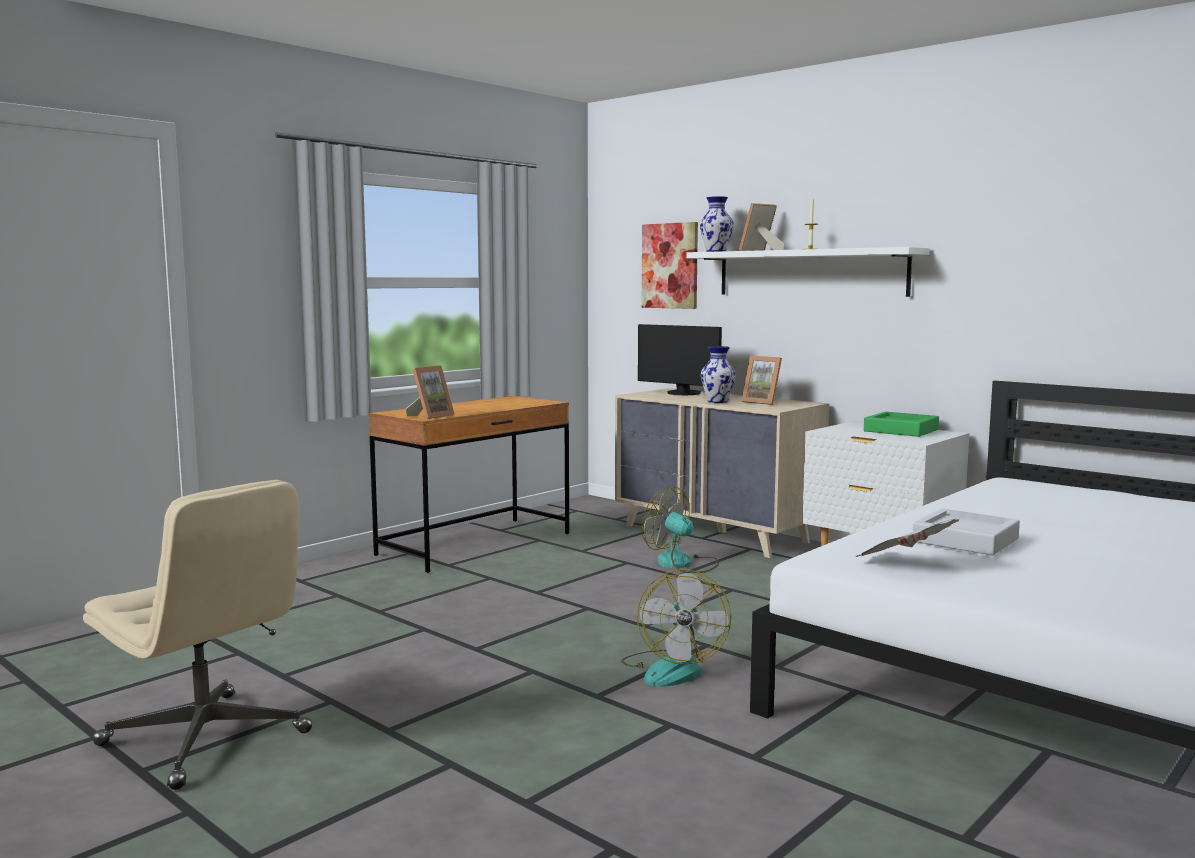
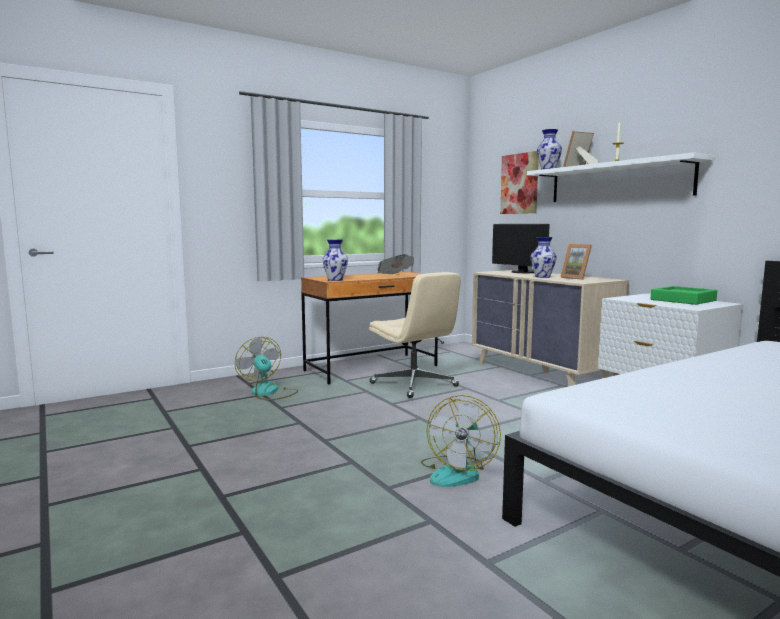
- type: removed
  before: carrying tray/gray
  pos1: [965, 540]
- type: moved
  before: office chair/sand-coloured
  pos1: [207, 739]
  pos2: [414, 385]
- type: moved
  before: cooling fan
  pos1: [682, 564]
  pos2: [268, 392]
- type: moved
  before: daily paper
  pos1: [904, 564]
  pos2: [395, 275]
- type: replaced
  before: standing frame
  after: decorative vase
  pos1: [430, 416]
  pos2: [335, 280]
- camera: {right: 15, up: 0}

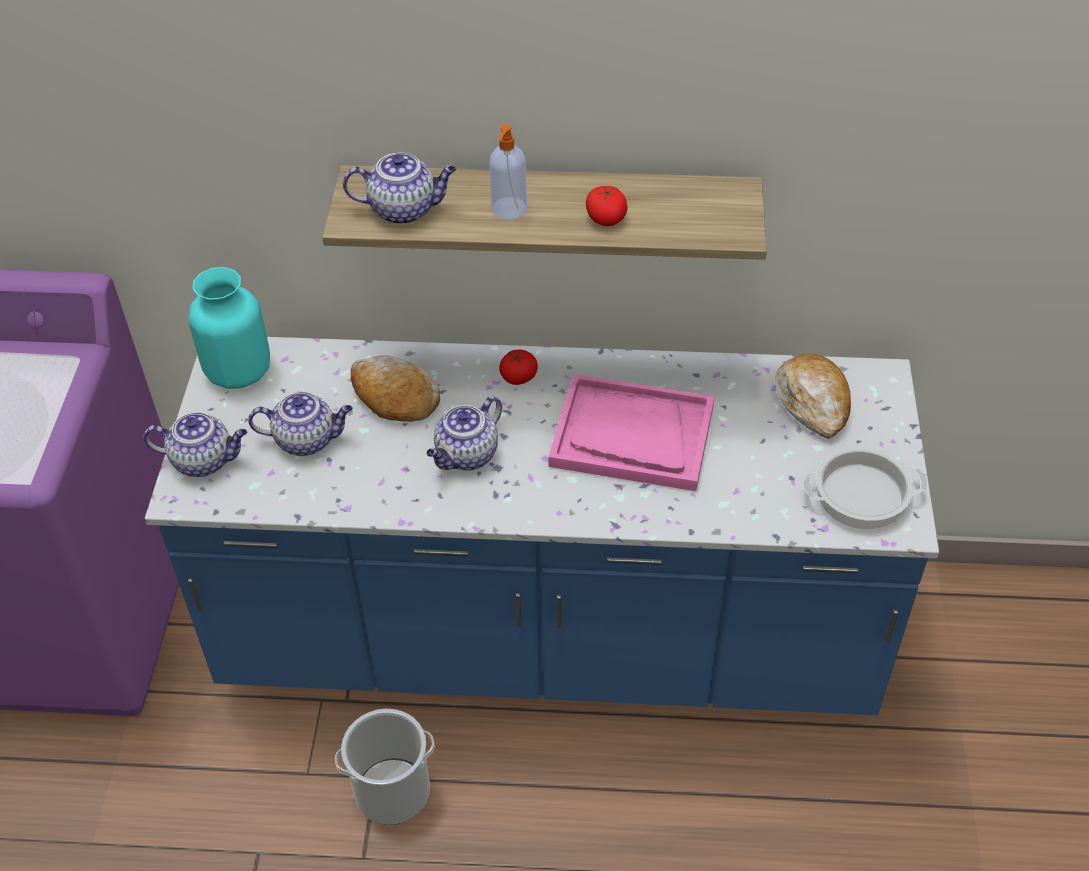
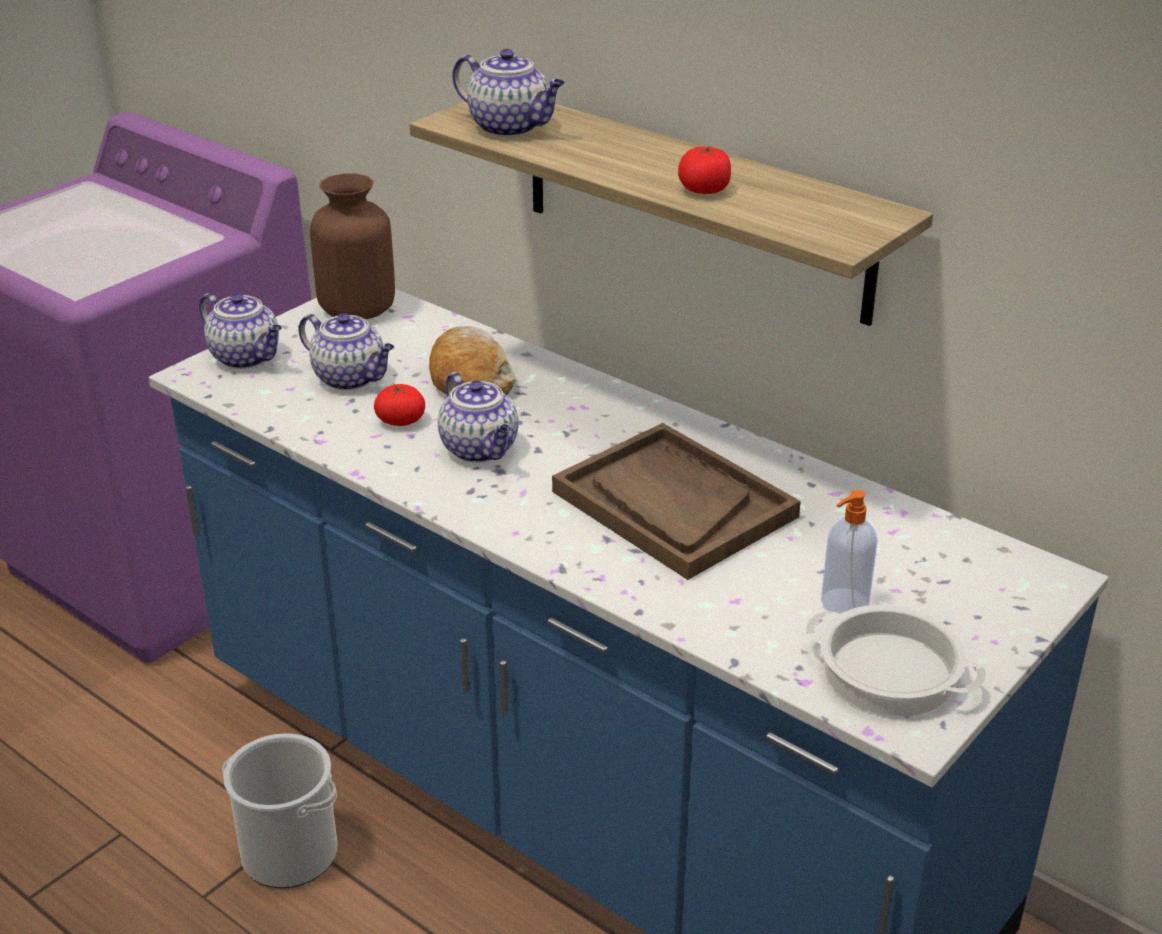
- type: removed
  before: bakery bread
  pos1: [813, 402]
- type: moved
  before: soap bottle
  pos1: [508, 209]
  pos2: [843, 604]
- type: moved
  before: fresh tomato
  pos1: [518, 377]
  pos2: [400, 420]
- type: recoloured
  before: decorative vase/turquoise
  after: decorative vase/brownish
  pos1: [238, 371]
  pos2: [357, 309]
- type: recoloured
  before: carrying tray/pinkish
  after: carrying tray/brownish
  pos1: [631, 436]
  pos2: [673, 504]
- type: turned
  before: tea pot
  pos1: [466, 456]
  pos2: [481, 450]
  turn: -105
- camera: {right: 35, up: -15}

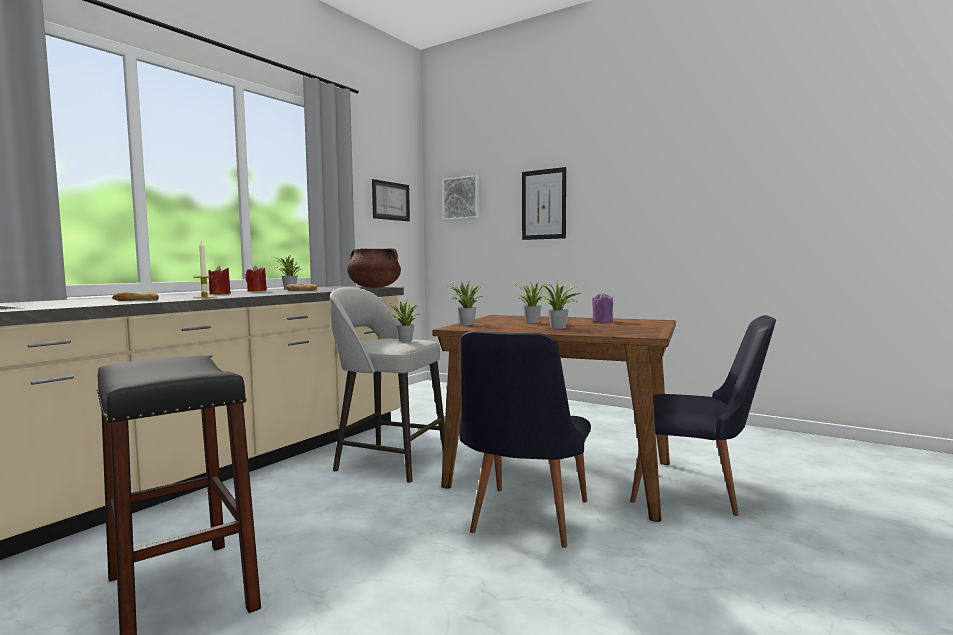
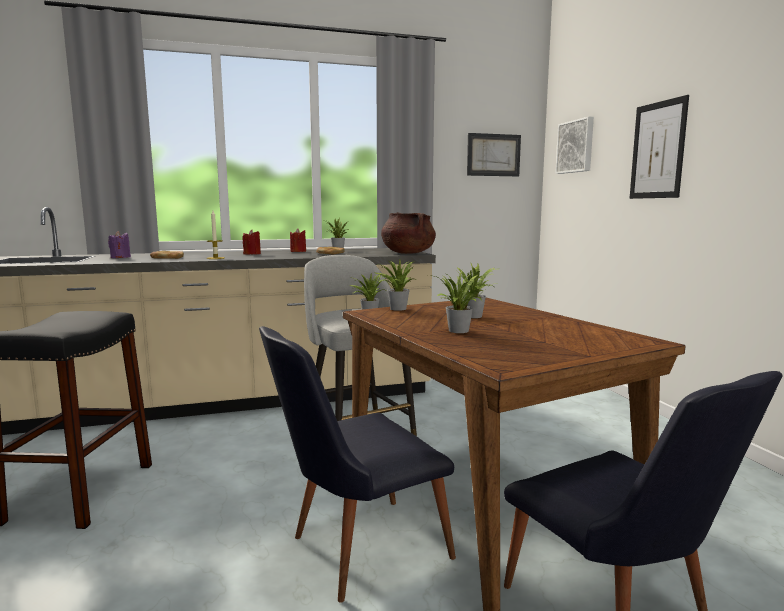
- type: moved
  before: wax light/purple-coloured
  pos1: [602, 321]
  pos2: [120, 257]
- camera: {right: 40, up: 5}

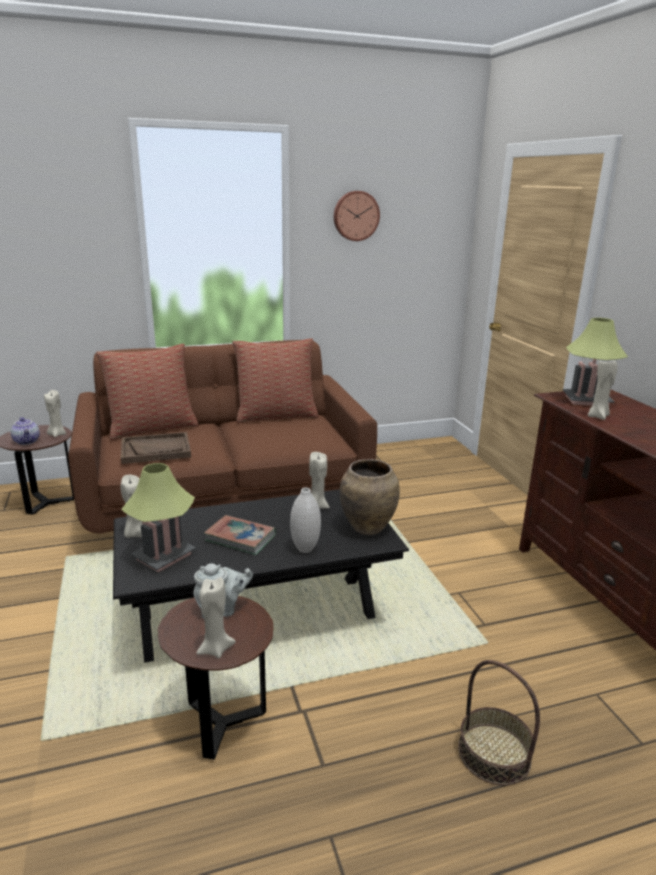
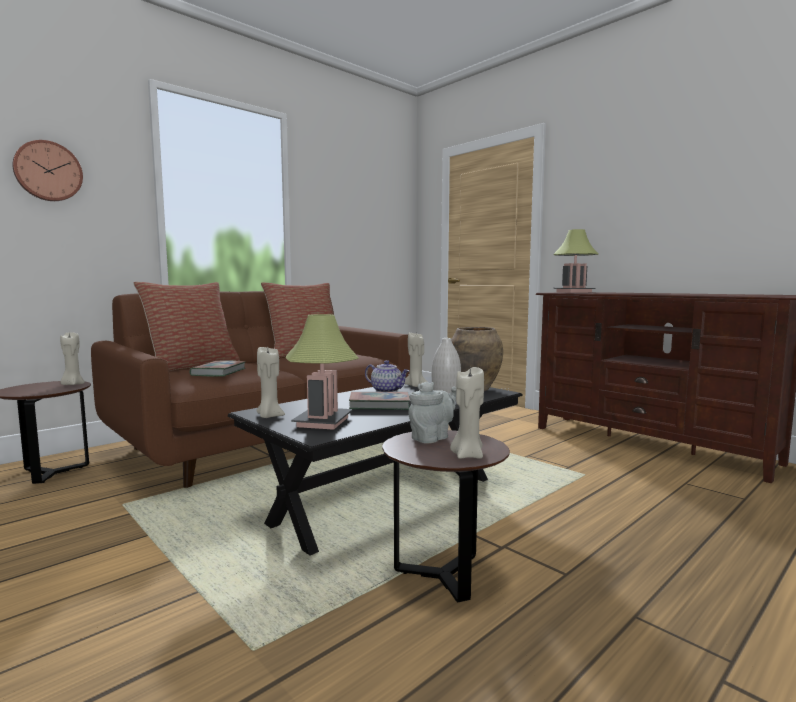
- type: removed
  before: household basket
  pos1: [493, 753]
- type: removed
  before: wax light/sand-coloured
  pos1: [598, 416]
- type: moved
  before: tea pot
  pos1: [27, 441]
  pos2: [387, 391]
- type: moved
  before: hanging clock
  pos1: [355, 216]
  pos2: [48, 171]
- type: replaced
  before: carrying tray/brownish
  after: book
  pos1: [156, 450]
  pos2: [219, 372]
- camera: {right: -25, up: -15}

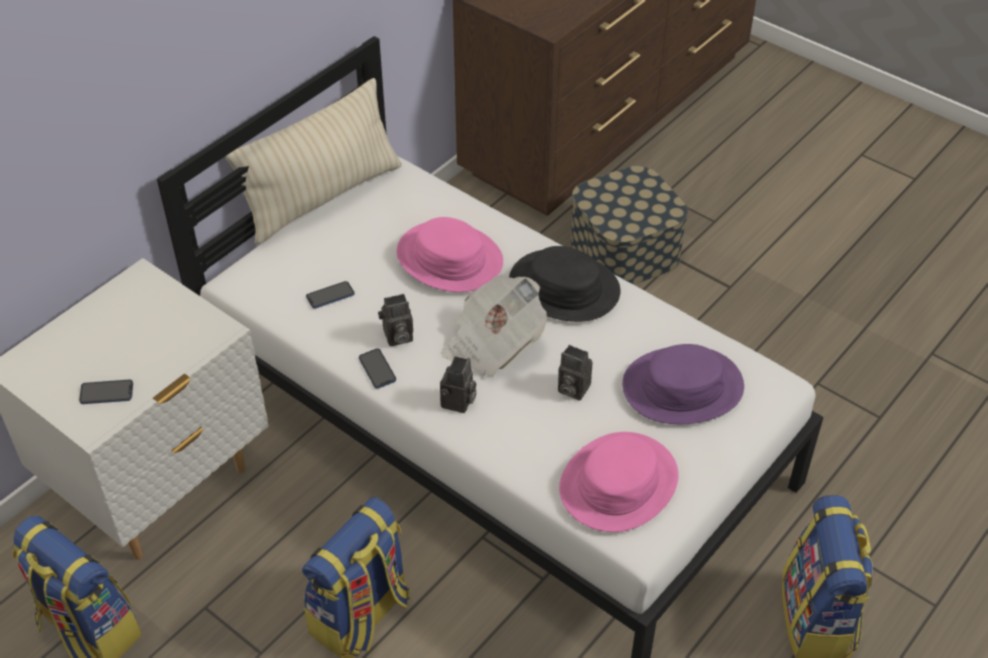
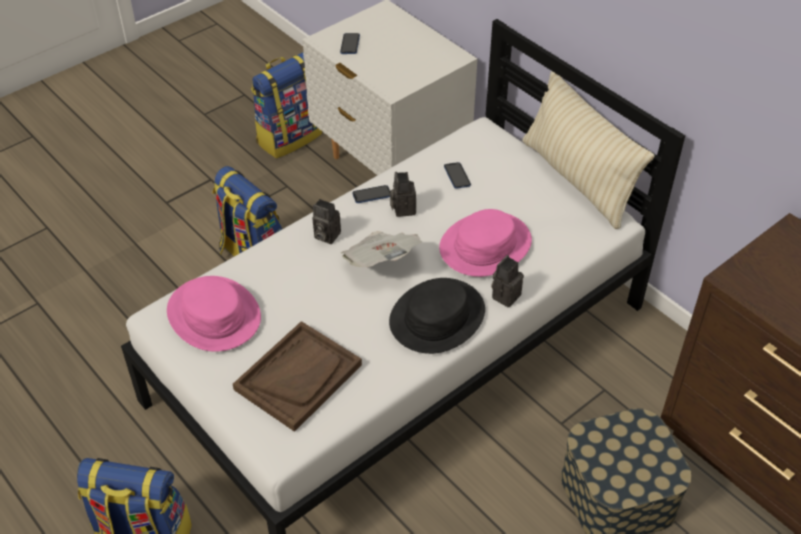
- type: moved
  before: still camera
  pos1: [571, 389]
  pos2: [505, 295]
- type: replaced
  before: wearable hat/purple-coloured
  after: carrying tray/brownish
  pos1: [682, 387]
  pos2: [298, 377]
- camera: {right: 100, up: 0}

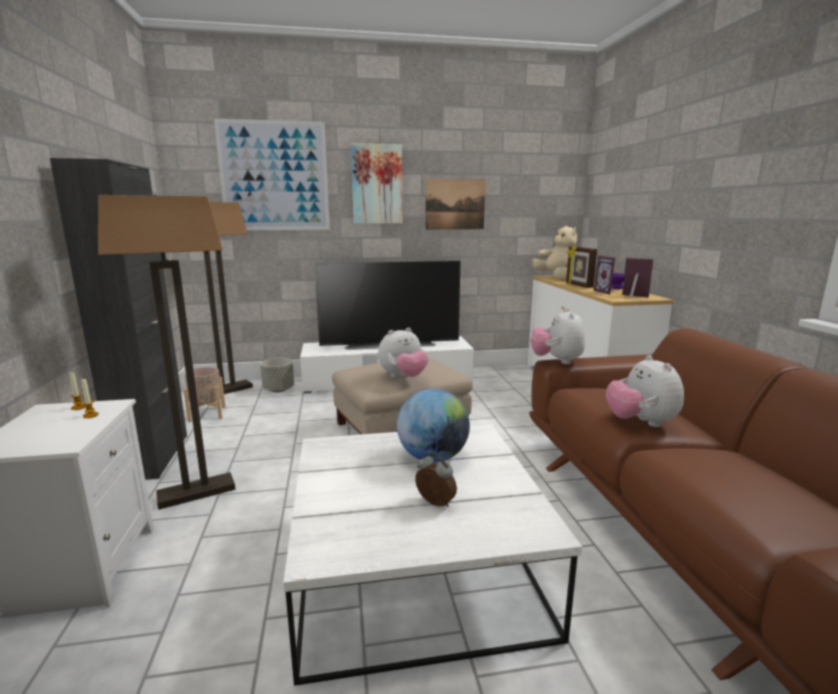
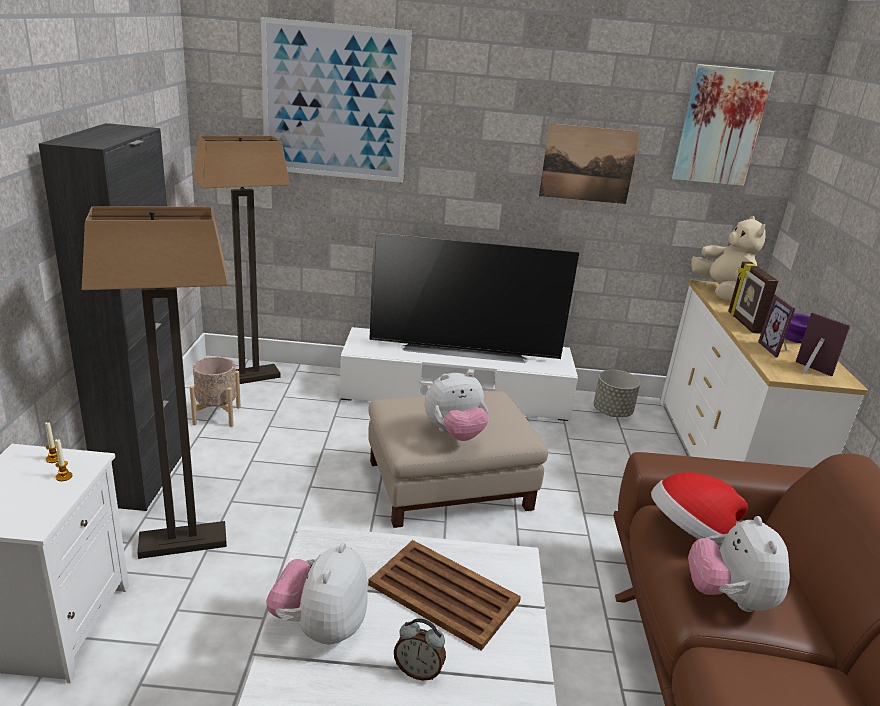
- type: added
  after: wearable hat
  pos2: [689, 533]
- type: moved
  before: planter/gray
  pos1: [279, 389]
  pos2: [612, 412]
- type: moved
  before: wall picture
  pos1: [377, 184]
  pos2: [720, 126]
- type: moved
  before: plush toy
  pos1: [557, 361]
  pos2: [320, 627]
- type: replaced
  before: world globe
  after: carrying tray/brownish
  pos1: [433, 457]
  pos2: [442, 592]
- type: turned
  before: table clock
  pos1: [434, 504]
  pos2: [418, 671]
  turn: 150
- camera: {right: 10, up: 10}

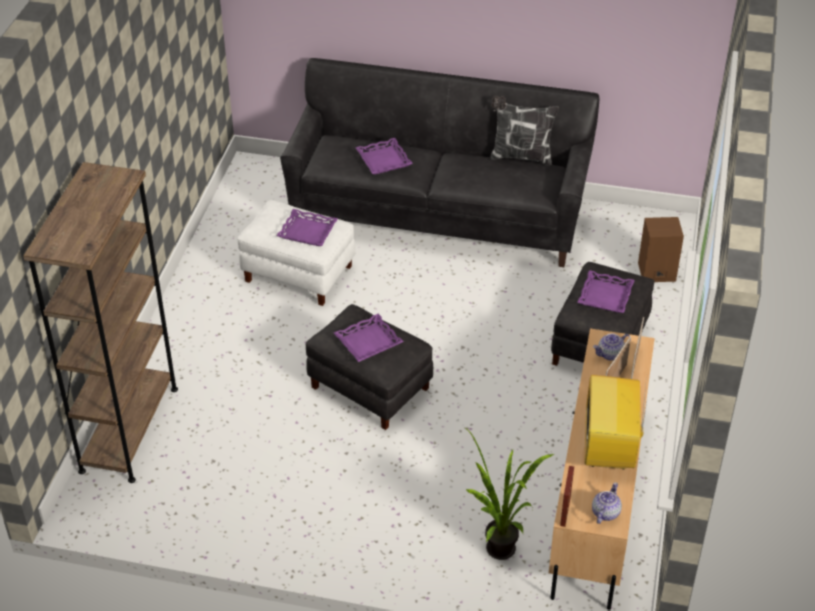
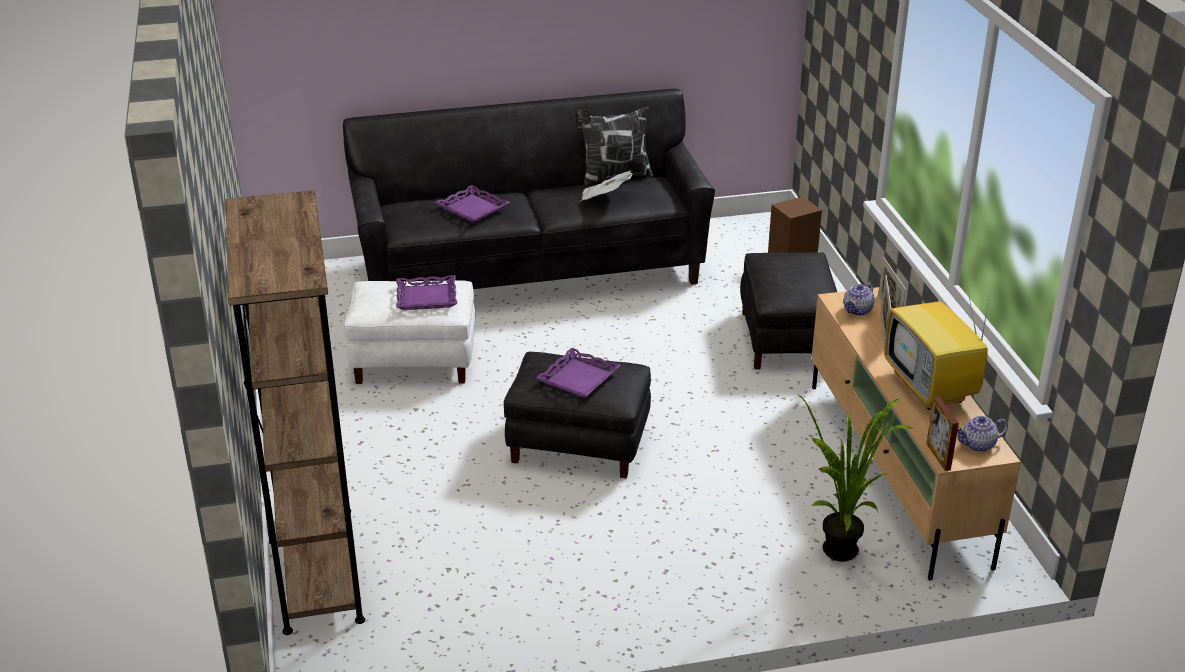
- type: removed
  before: carrying tray/purple-coloured
  pos1: [606, 296]
- type: added
  after: daily paper
  pos2: [605, 199]
- type: turned
  before: tea pot
  pos1: [605, 512]
  pos2: [978, 445]
  turn: -105
- camera: {right: -25, up: -10}

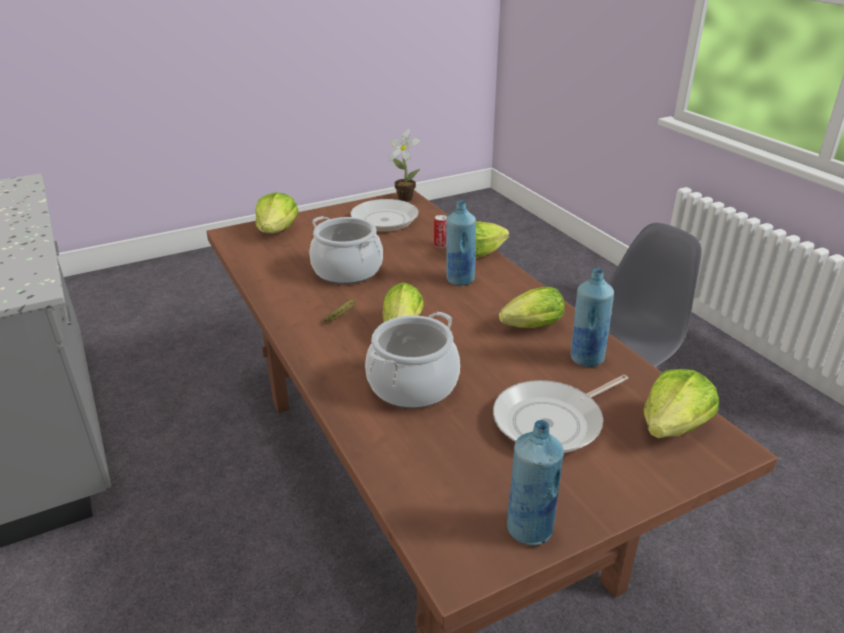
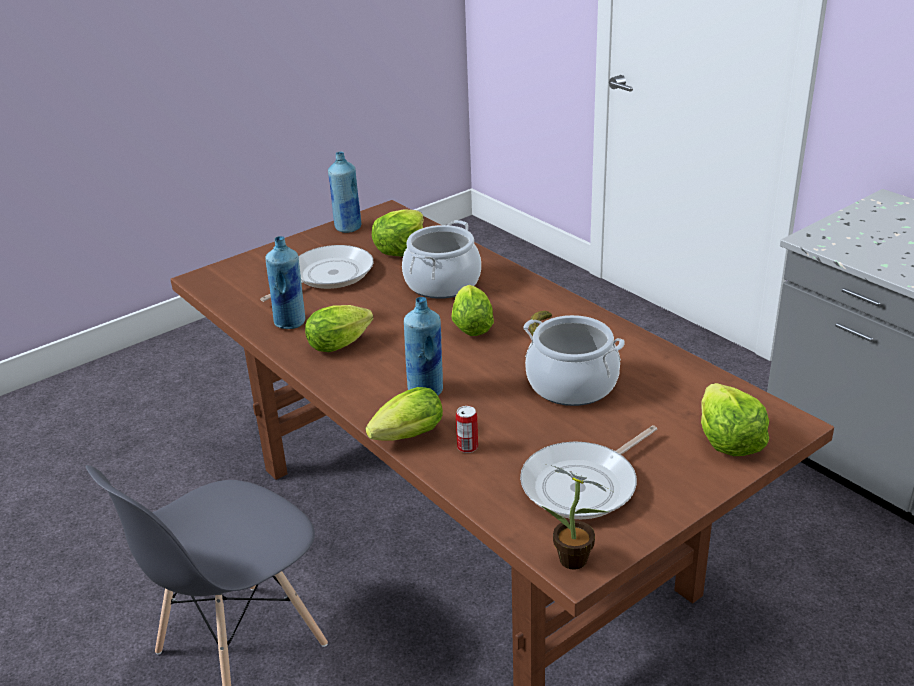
- type: moved
  before: lettuce head
  pos1: [673, 426]
  pos2: [400, 248]
- camera: {right: 170, up: 0}

